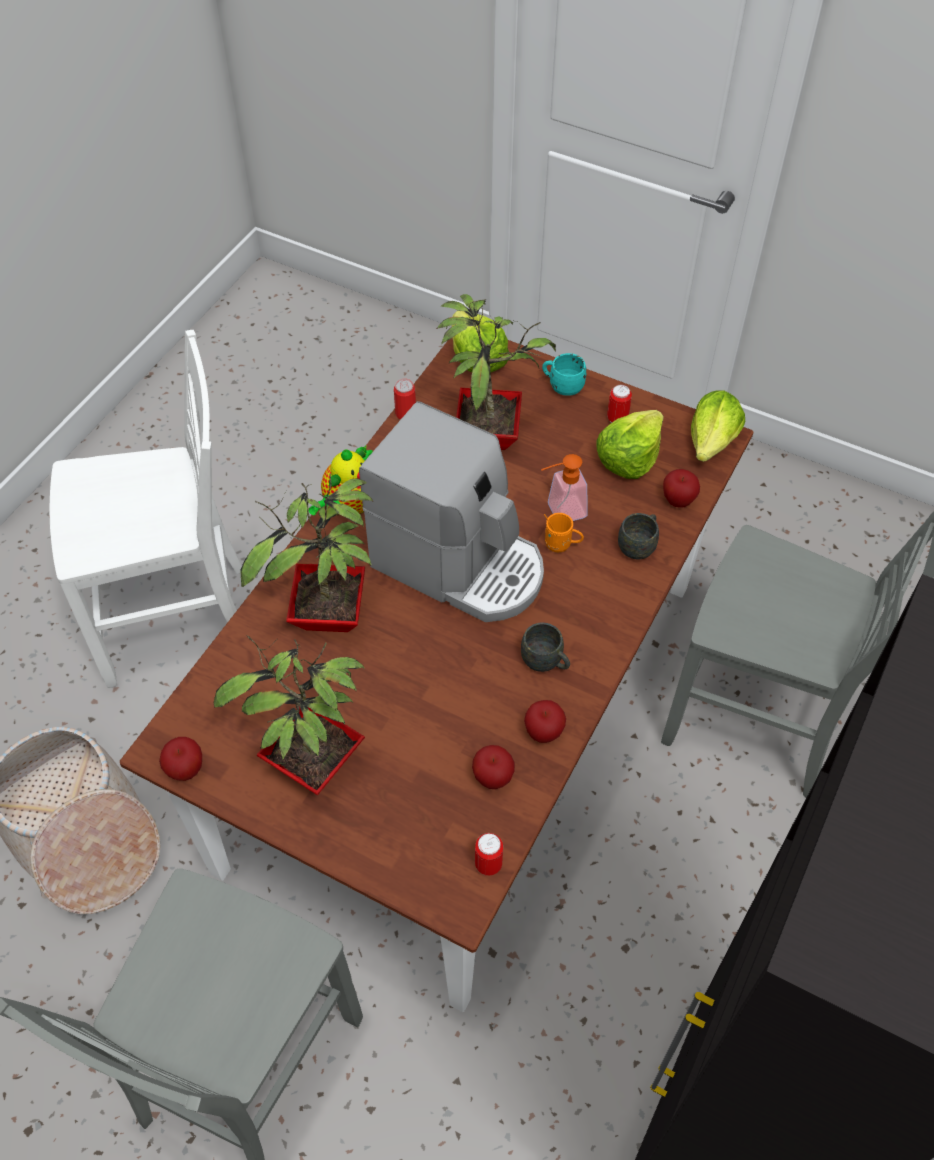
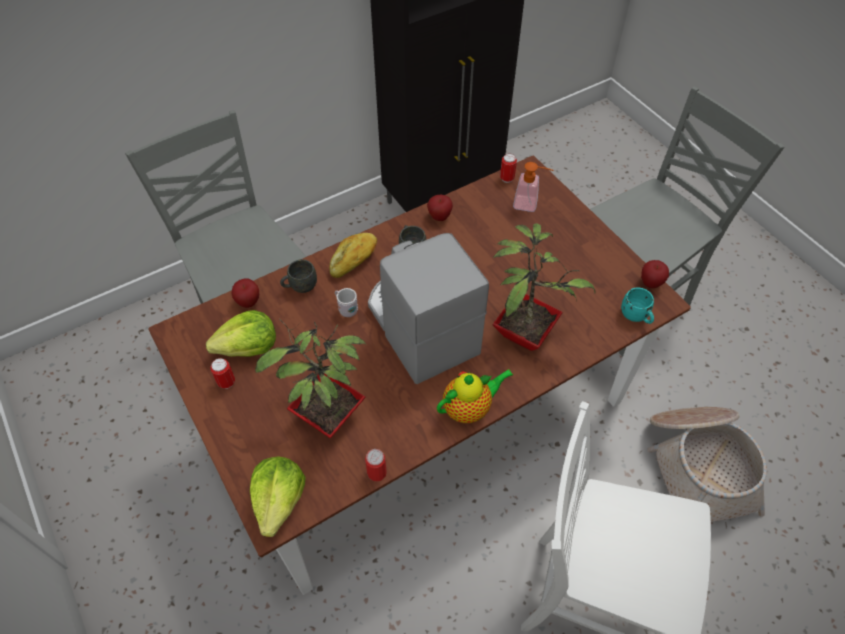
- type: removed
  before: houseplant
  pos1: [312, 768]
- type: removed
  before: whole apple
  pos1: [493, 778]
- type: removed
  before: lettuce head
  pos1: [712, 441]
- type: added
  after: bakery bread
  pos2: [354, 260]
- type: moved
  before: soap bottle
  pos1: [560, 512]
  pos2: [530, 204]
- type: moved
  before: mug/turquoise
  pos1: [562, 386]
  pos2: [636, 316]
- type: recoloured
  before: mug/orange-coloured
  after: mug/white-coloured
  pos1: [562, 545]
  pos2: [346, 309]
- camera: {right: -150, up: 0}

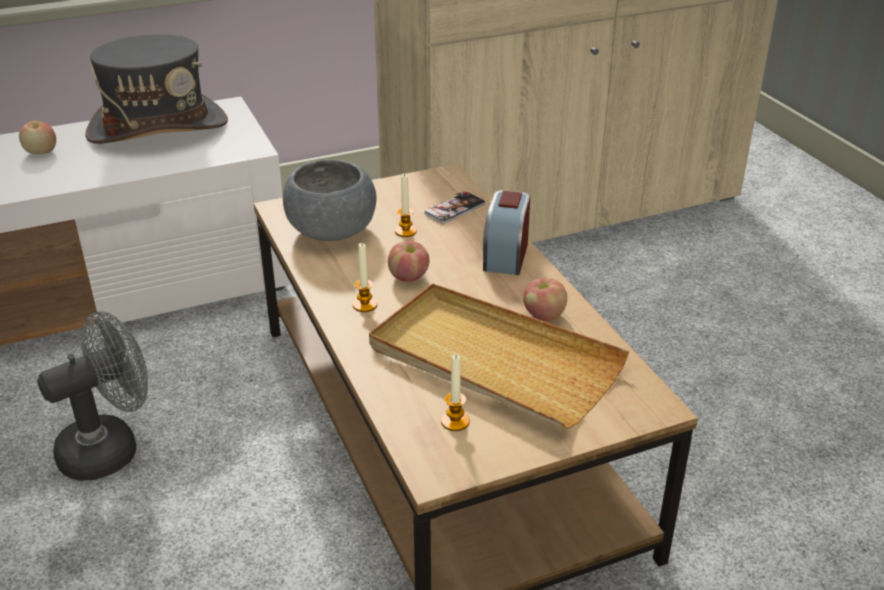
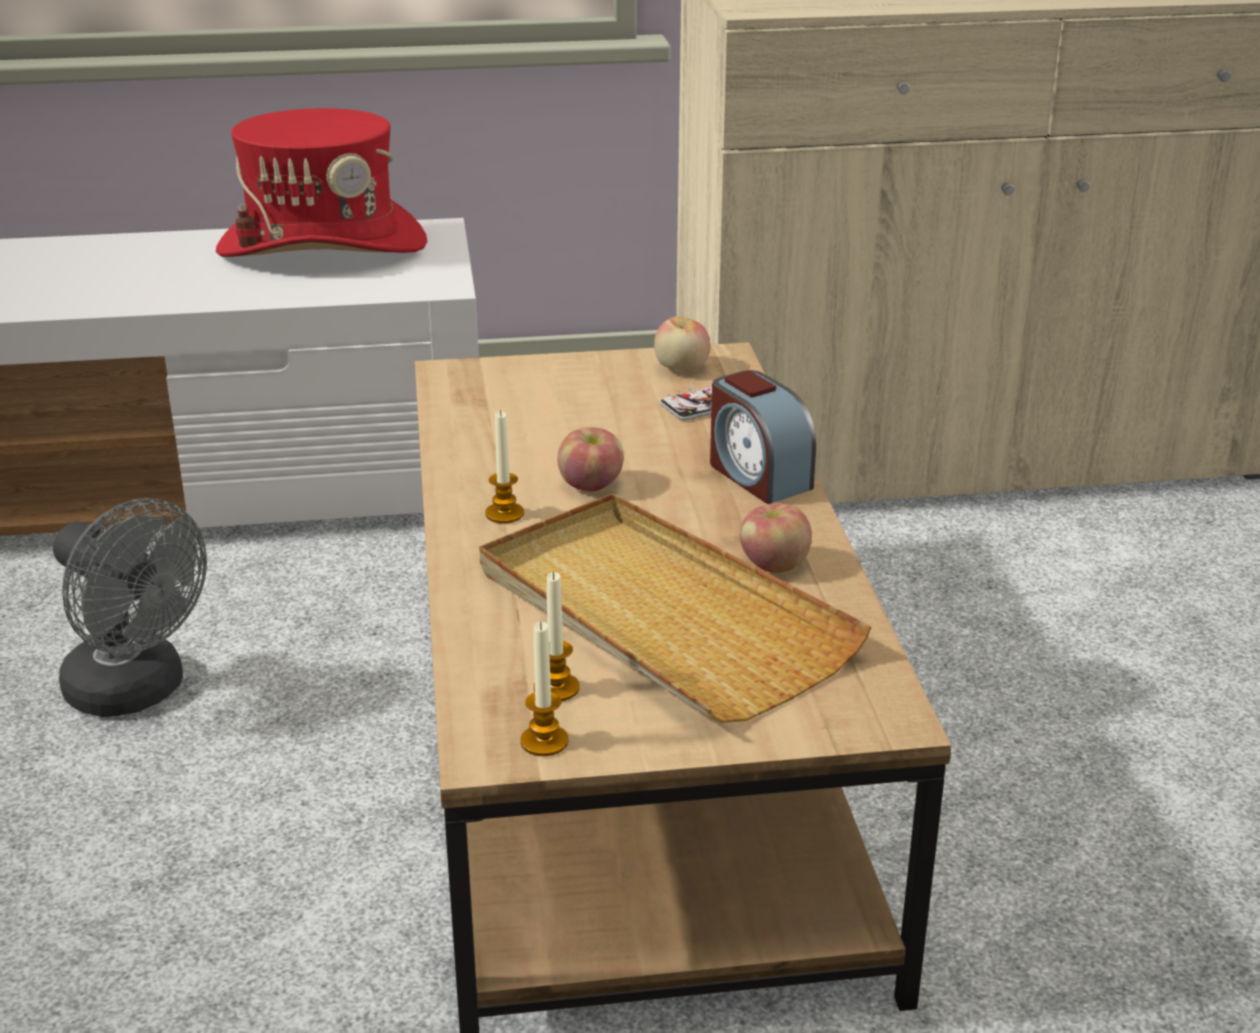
- type: removed
  before: deep dish/gray
  pos1: [331, 231]
- type: moved
  before: whole apple
  pos1: [41, 152]
  pos2: [681, 368]
- type: moved
  before: wax light
  pos1: [405, 231]
  pos2: [544, 741]
- type: recoloured
  before: wearable hat/gray
  after: wearable hat/red-coloured
  pos1: [158, 127]
  pos2: [323, 246]
- type: turned
  before: cooling fan/gray
  pos1: [110, 448]
  pos2: [137, 692]
  turn: 60
- type: turned
  before: table clock
  pos1: [505, 255]
  pos2: [757, 475]
  turn: -60
- camera: {right: 15, up: -5}

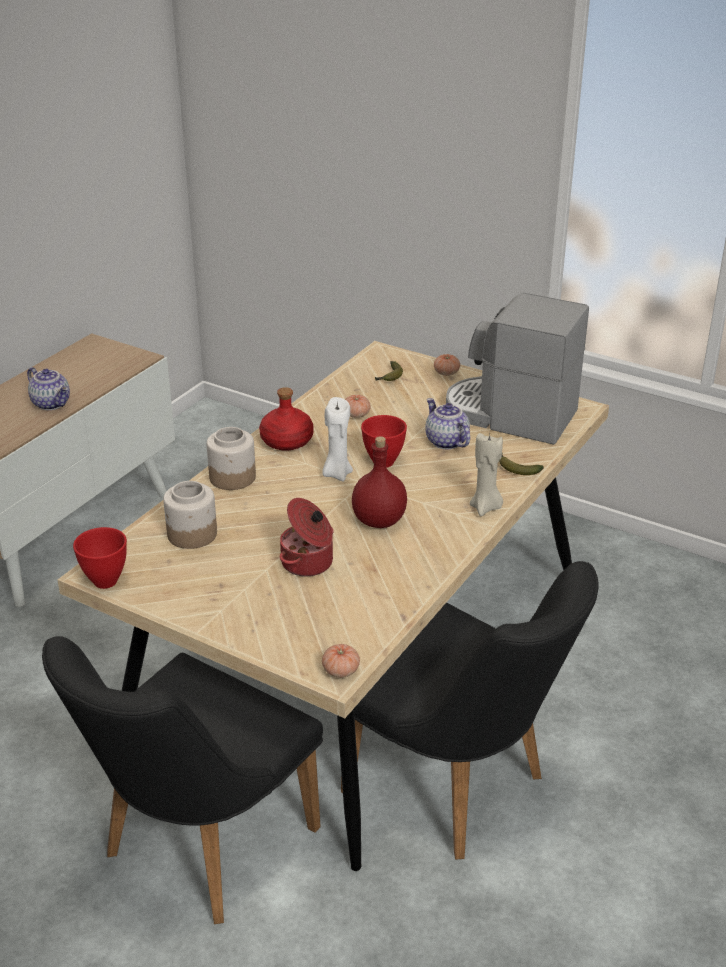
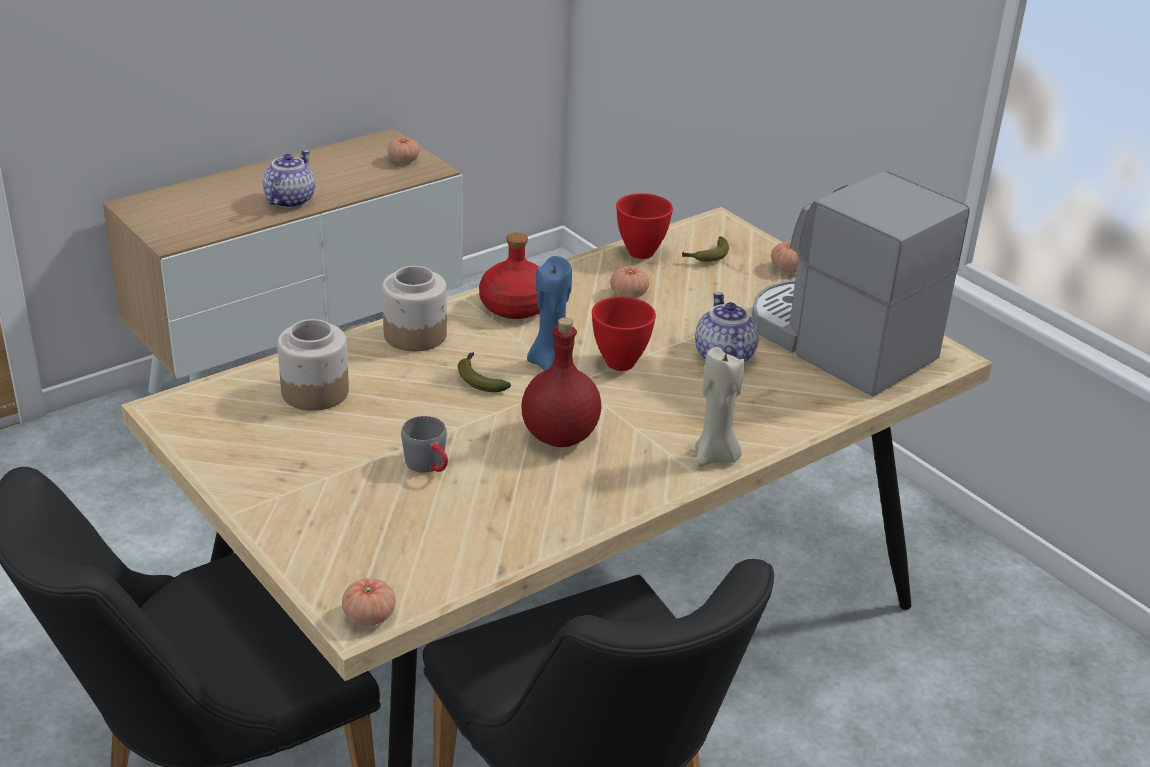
- type: added
  after: fresh tomato
  pos2: [403, 160]
- type: moved
  before: deep dish/red-coloured
  pos1: [106, 582]
  pos2: [641, 253]
- type: moved
  before: whole banana
  pos1: [516, 468]
  pos2: [479, 378]
- type: replaced
  before: saucepot
  after: mug/gray
  pos1: [308, 563]
  pos2: [430, 466]
- type: recoloured
  before: wax light/white-coloured
  after: wax light/blue-coloured
  pos1: [337, 474]
  pos2: [549, 363]
- type: turned
  before: tea pot
  pos1: [52, 403]
  pos2: [289, 200]
  turn: -135
- camera: {right: 20, up: 0}

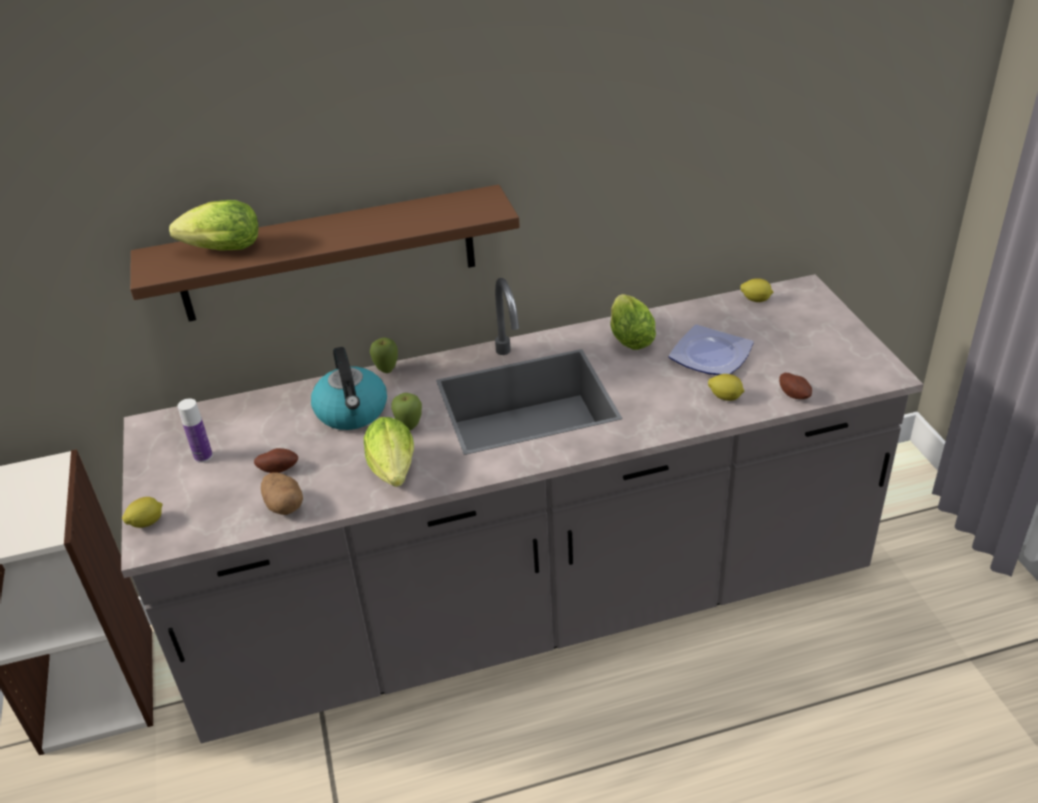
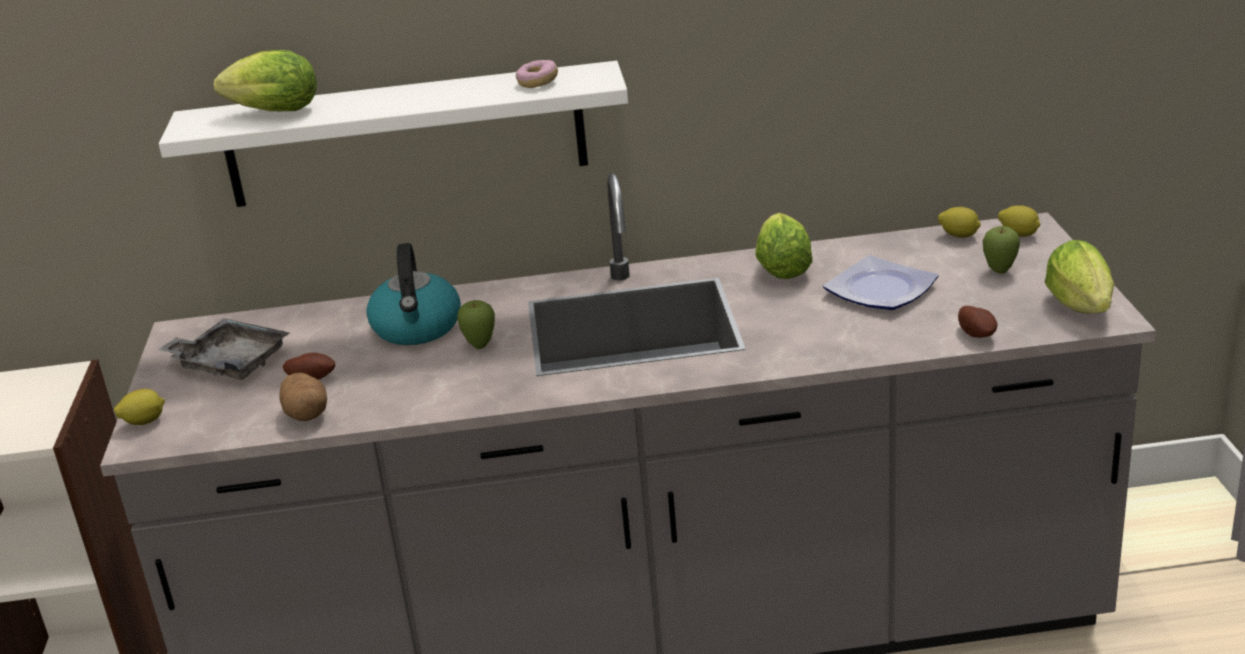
- type: added
  after: doughnut
  pos2: [538, 83]
- type: moved
  before: lettuce head
  pos1: [394, 473]
  pos2: [1082, 310]
- type: moved
  before: whole apple
  pos1: [387, 370]
  pos2: [999, 271]
- type: moved
  before: whole lemon
  pos1: [725, 397]
  pos2: [1019, 235]
- type: replaced
  before: bottle
  after: carrying tray/gray
  pos1: [203, 456]
  pos2: [230, 362]
- type: recoloured
  before: bracket shelf/brownish
  after: bracket shelf/white-coloured
  pos1: [328, 254]
  pos2: [405, 135]
- camera: {right: 10, up: -10}

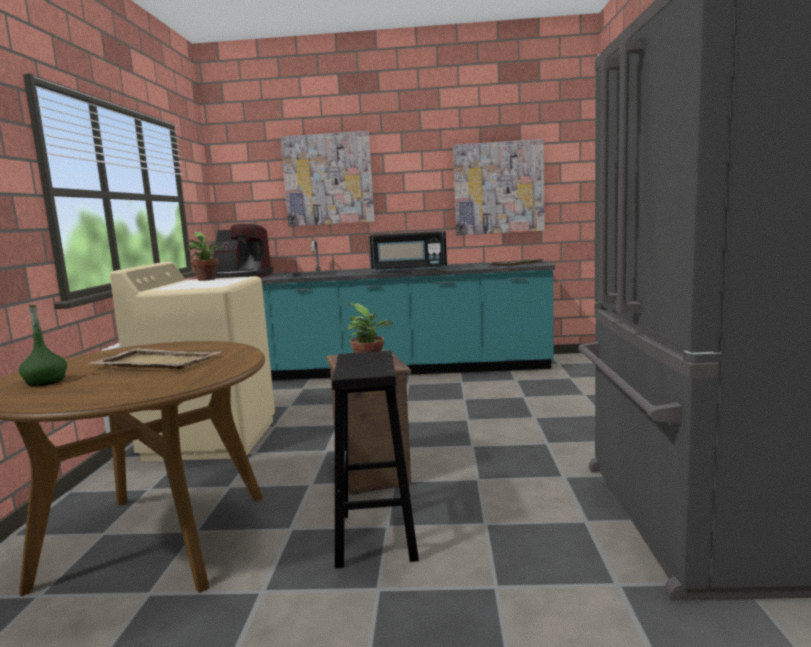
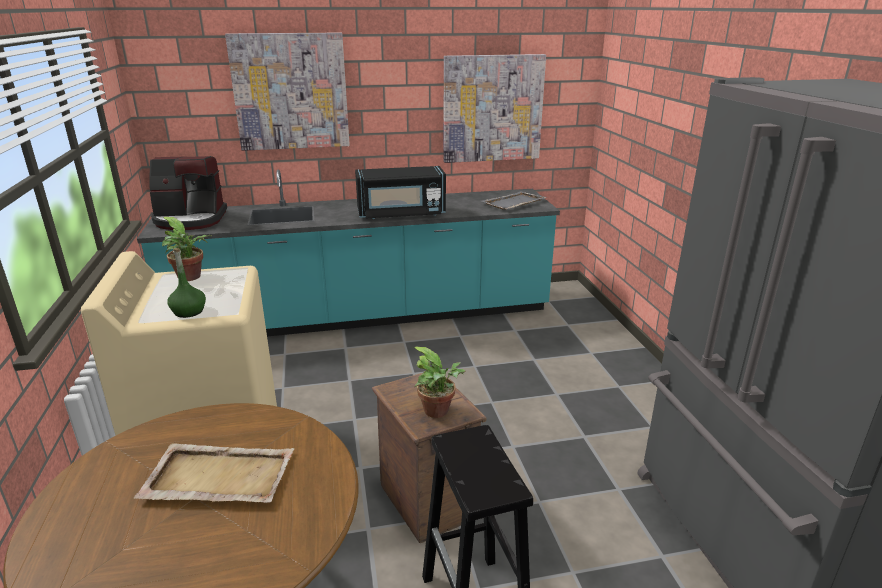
- type: moved
  before: bottle/green
  pos1: [46, 382]
  pos2: [189, 311]
- camera: {right: -15, up: 15}

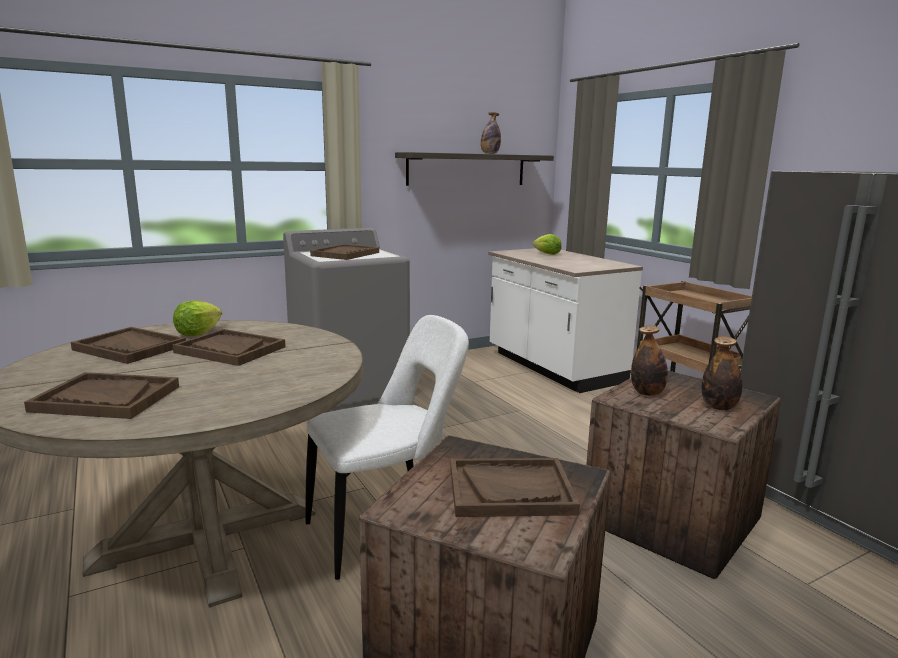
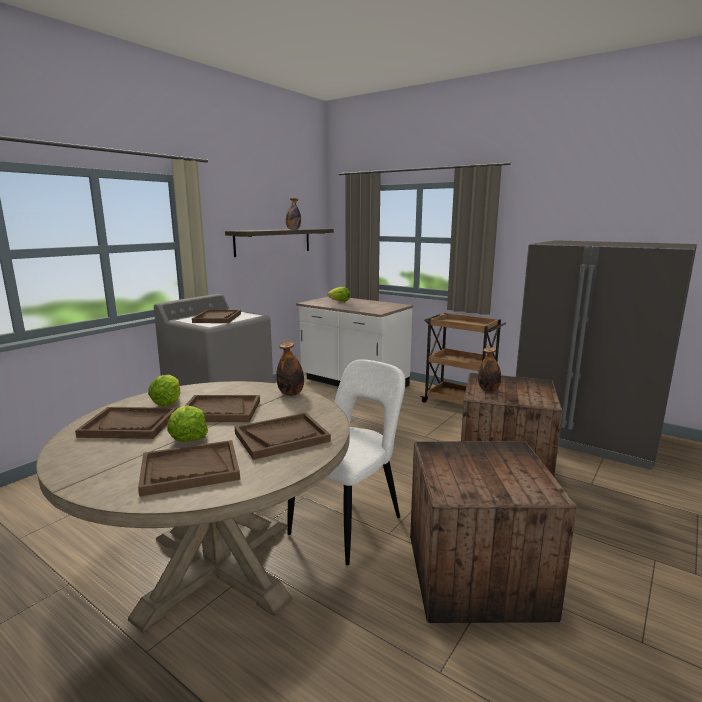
- type: added
  after: lettuce head
  pos2: [188, 436]
- type: moved
  before: carrying tray/brownish
  pos1: [510, 490]
  pos2: [282, 437]
- type: moved
  before: bottle
  pos1: [719, 407]
  pos2: [291, 393]
- camera: {right: -25, up: 0}

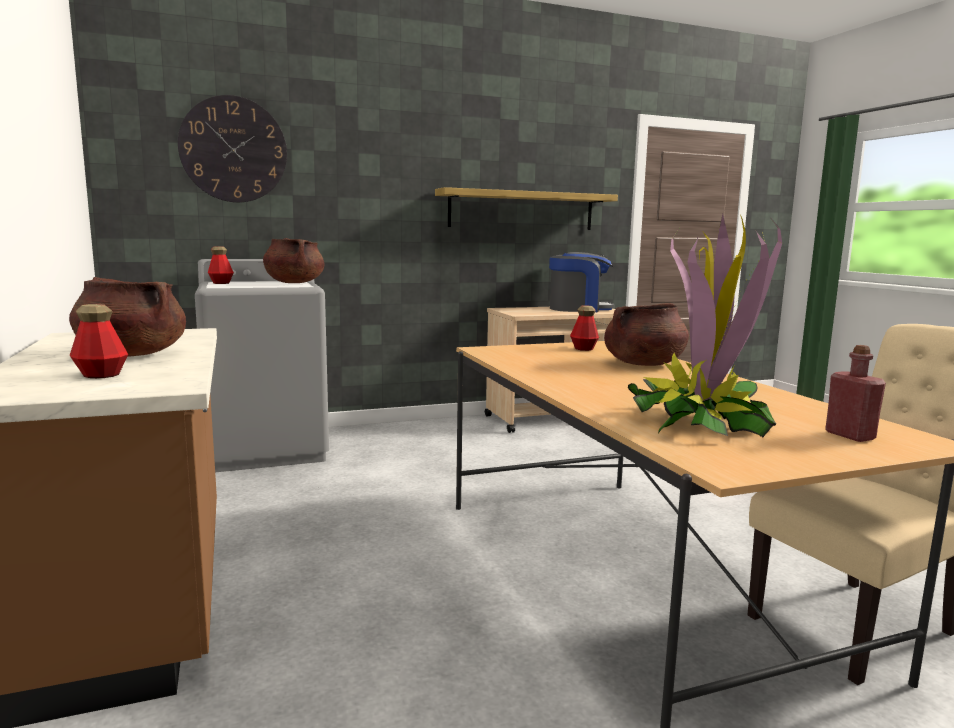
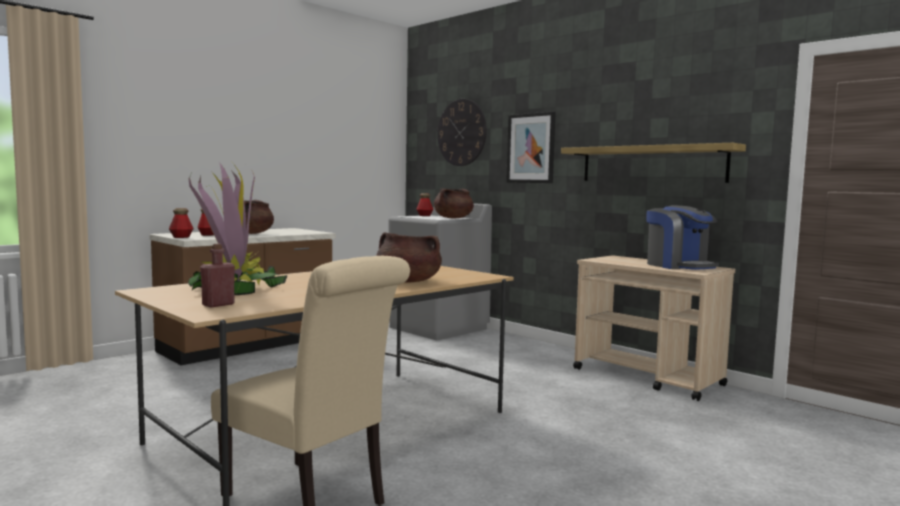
- type: added
  after: wall picture
  pos2: [531, 148]
- type: moved
  before: bottle
  pos1: [583, 348]
  pos2: [181, 237]
- camera: {right: 65, up: -5}

